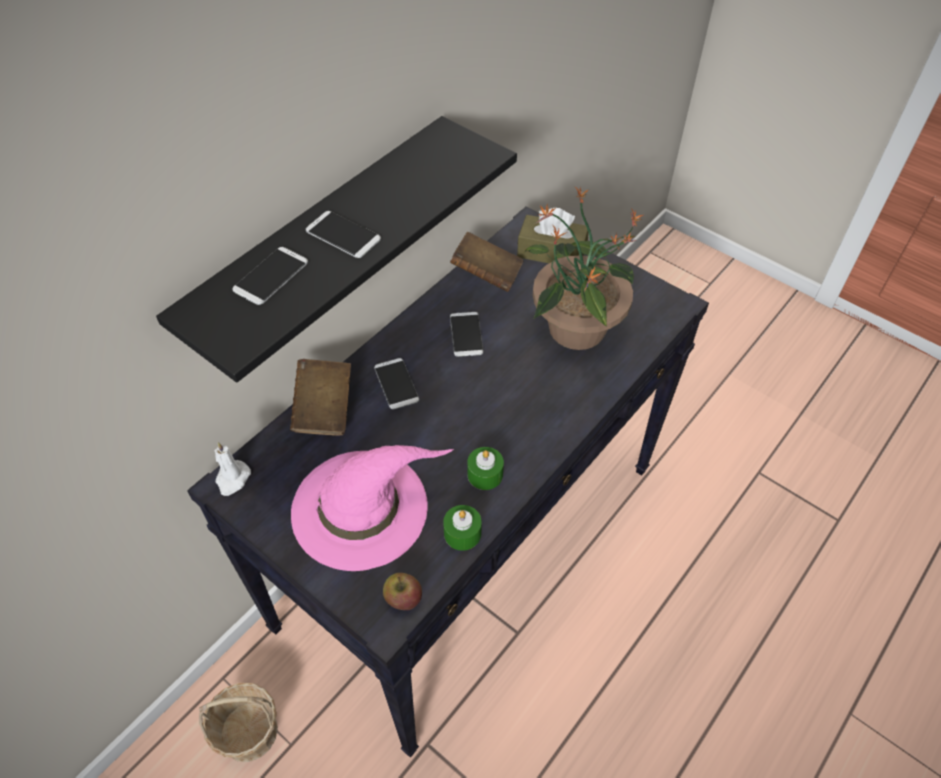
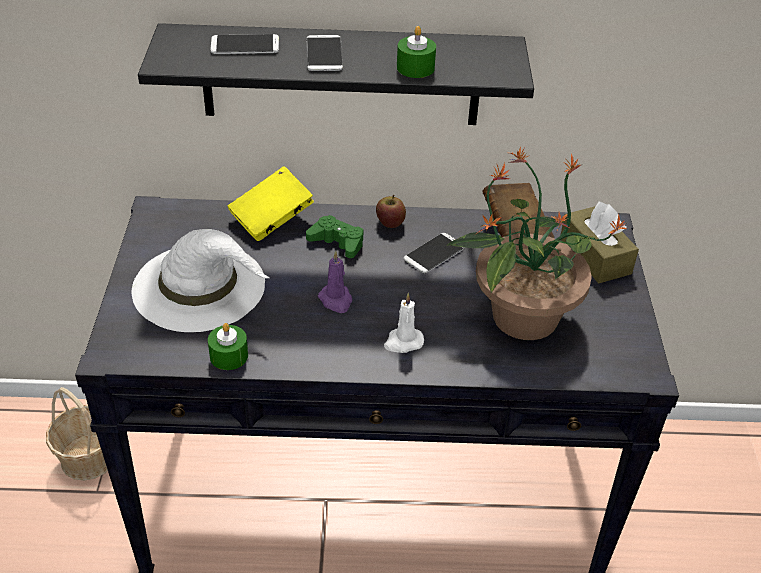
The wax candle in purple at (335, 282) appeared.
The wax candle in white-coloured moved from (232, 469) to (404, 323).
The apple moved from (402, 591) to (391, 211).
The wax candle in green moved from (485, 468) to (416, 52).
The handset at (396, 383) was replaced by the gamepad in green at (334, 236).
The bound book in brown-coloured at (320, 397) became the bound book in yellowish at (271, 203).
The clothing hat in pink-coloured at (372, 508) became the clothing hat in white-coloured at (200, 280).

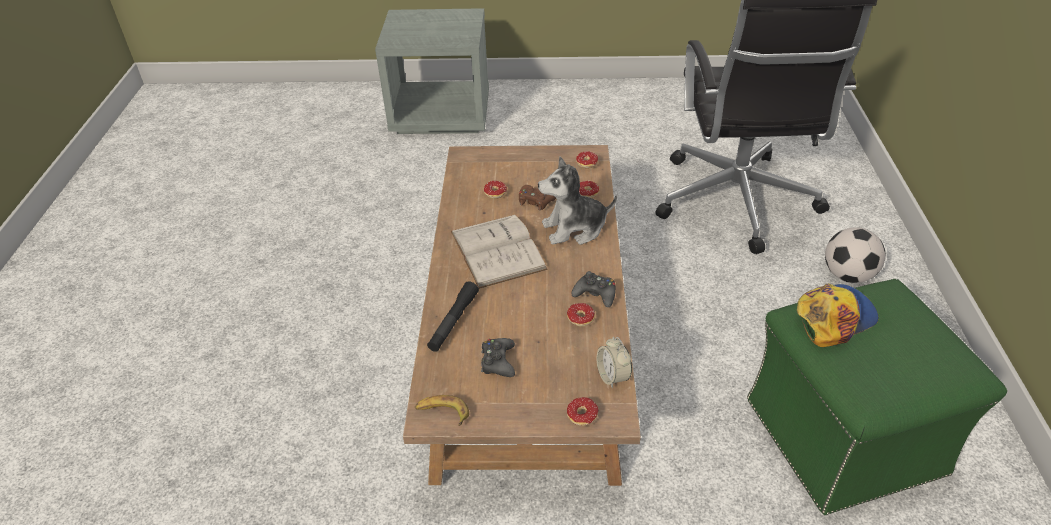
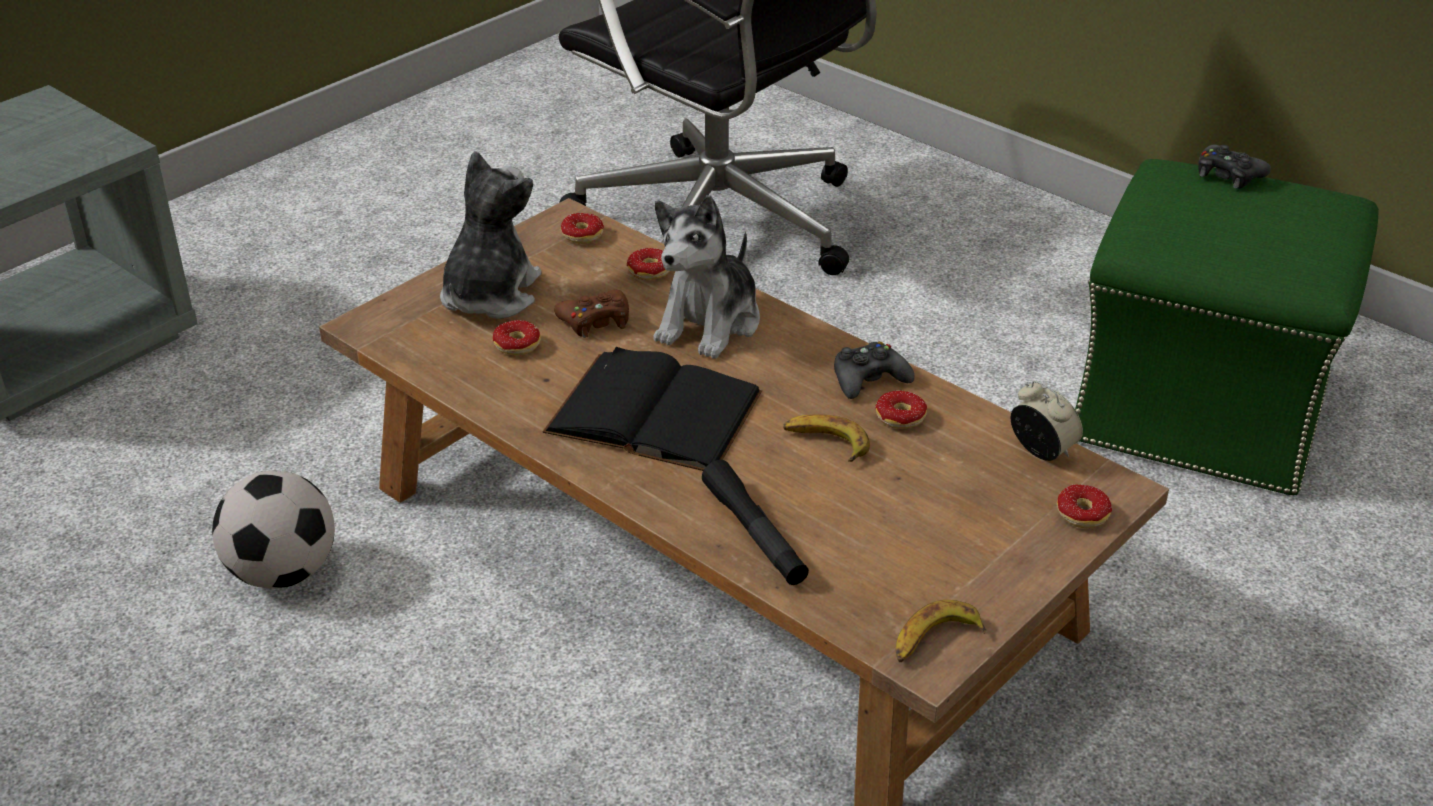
The cap at (838, 315) disappeared.
The soft toy at (491, 235) appeared.
The banana at (826, 438) appeared.
The gamepad in black moved from (498, 357) to (1234, 167).
The ball for football moved from (855, 255) to (273, 529).
The bound book in white-coloured at (499, 251) became the bound book in black at (652, 409).
The table clock at (614, 363) turned 150 degrees counterclockwise.

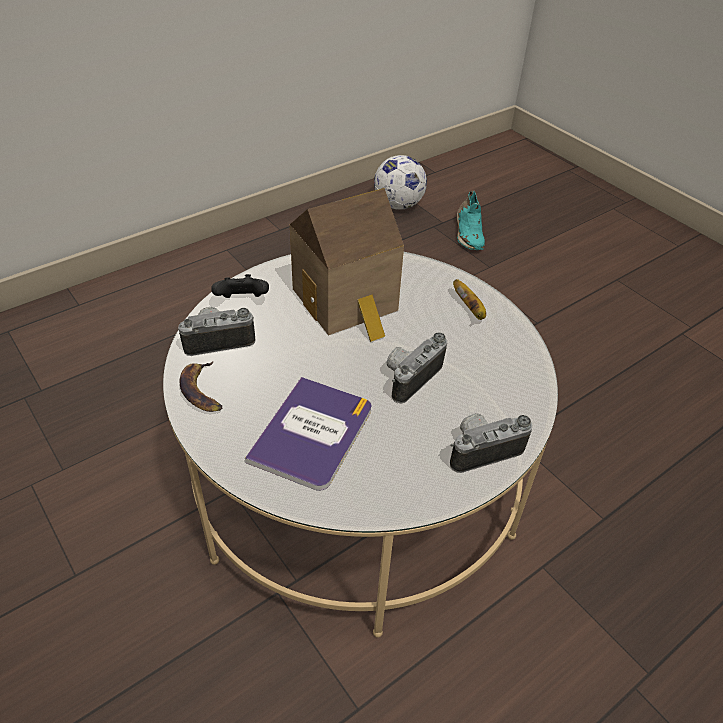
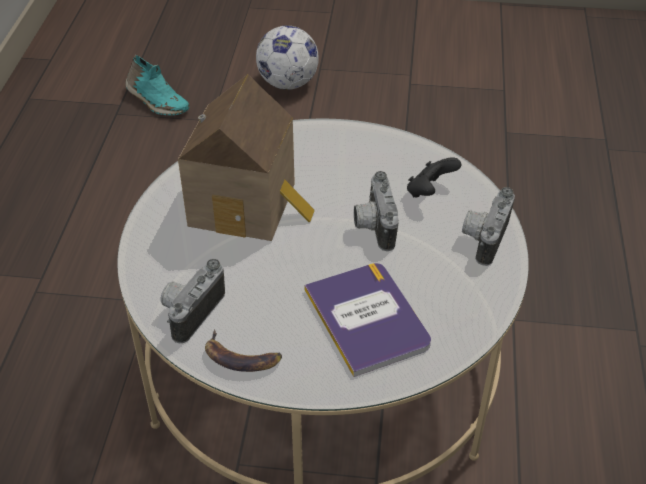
The banana at (469, 299) disappeared.
The gamepad in black moved from (240, 286) to (434, 178).
The ball for football moved from (400, 182) to (287, 57).

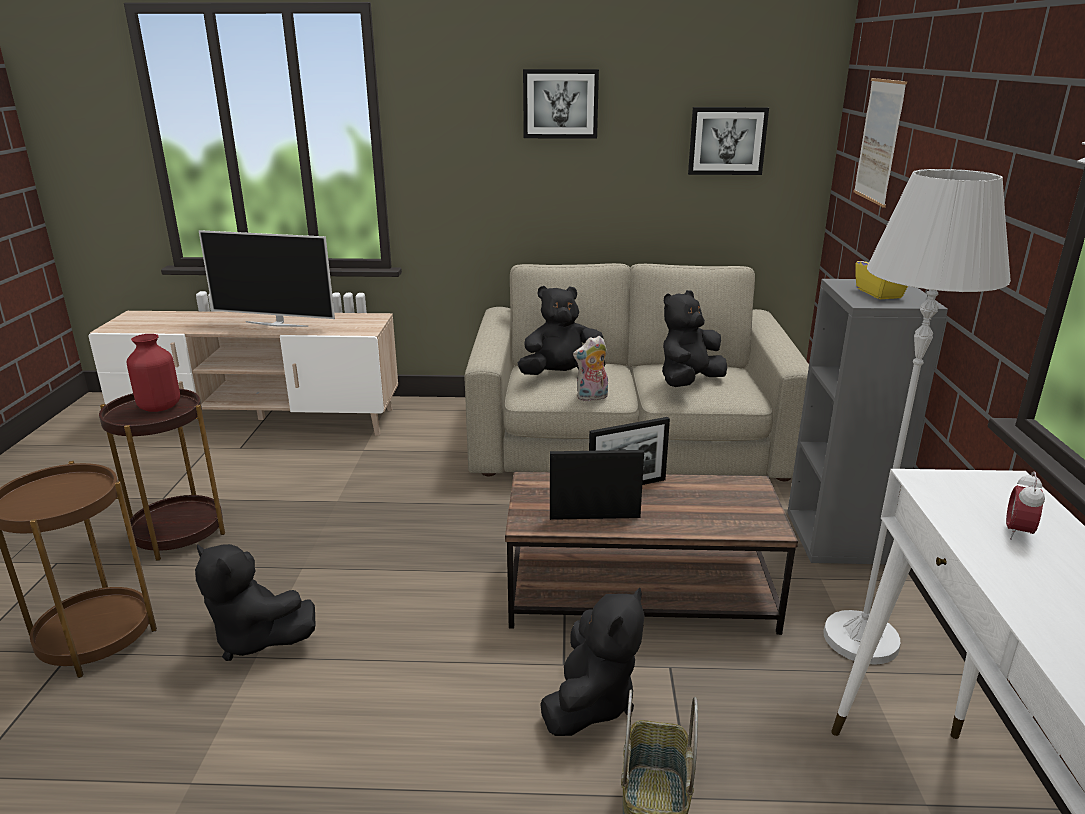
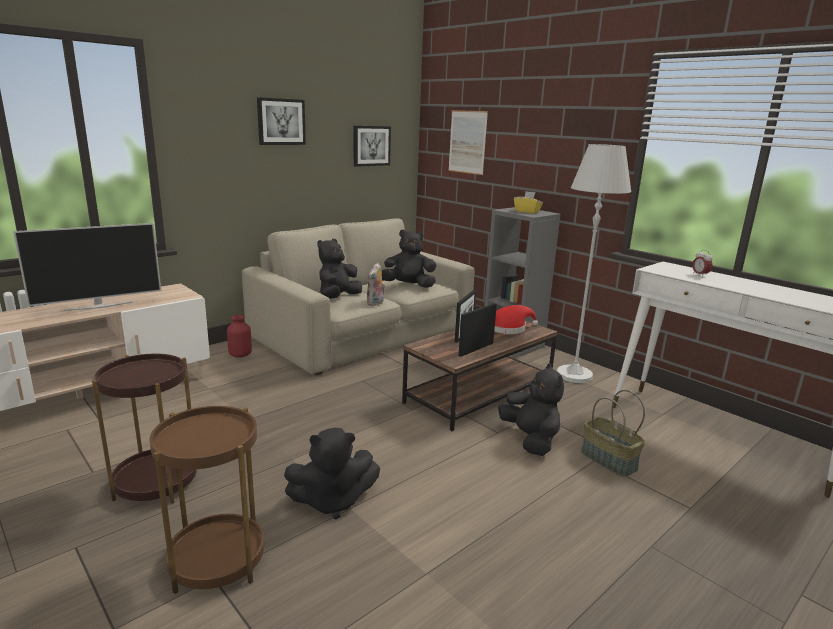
The clothing hat in red-coloured at (516, 319) appeared.
The flower vase in red-coloured moved from (153, 373) to (239, 336).
The soft toy in black at (694, 338) turned 90 degrees clockwise.

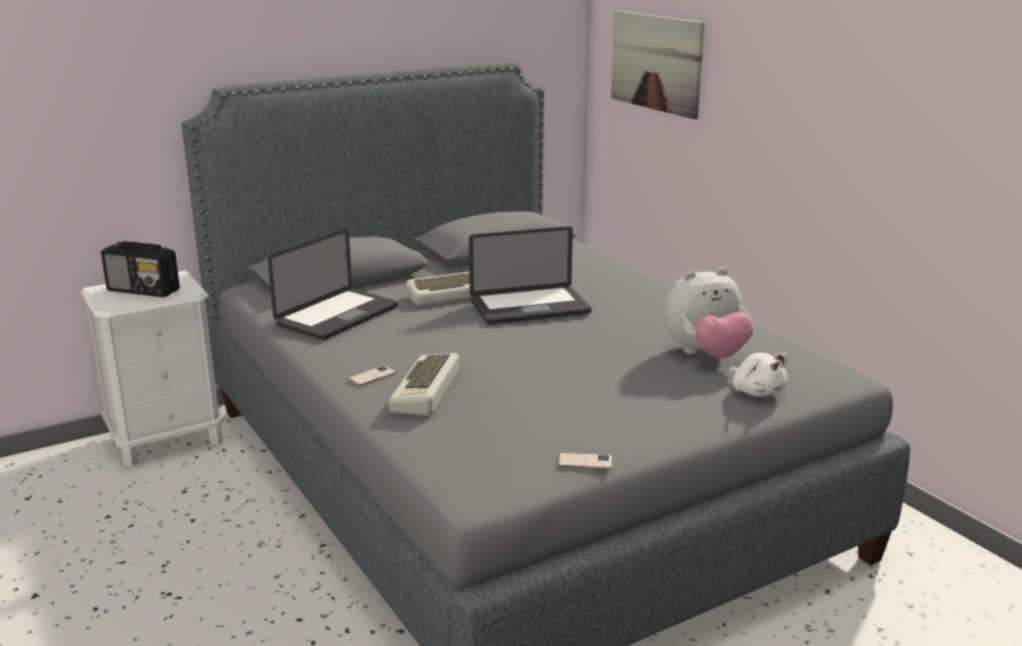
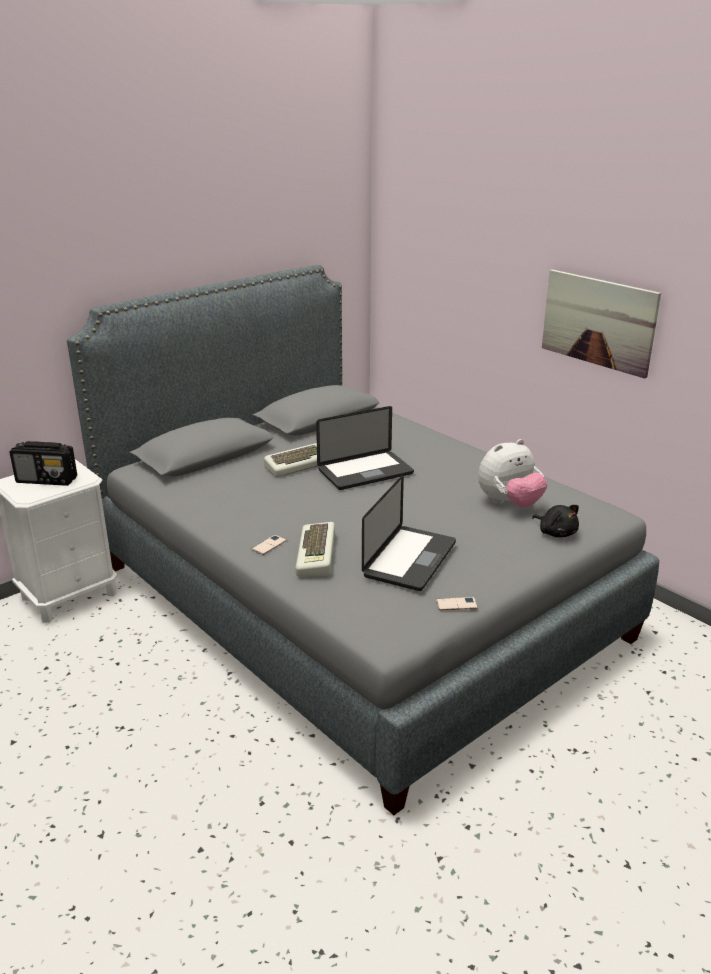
The laptop moved from (333, 284) to (409, 533).
The wall art moved from (658, 64) to (601, 323).
The soft toy in white-coloured at (758, 375) became the soft toy in black at (555, 521).

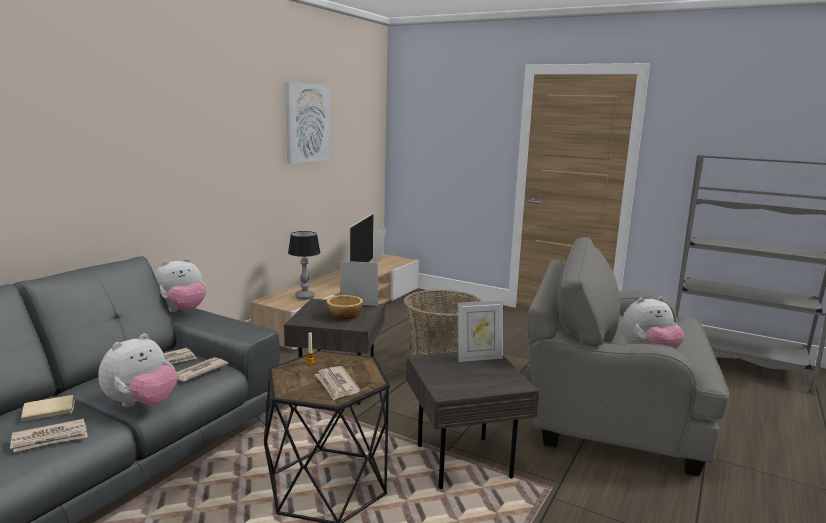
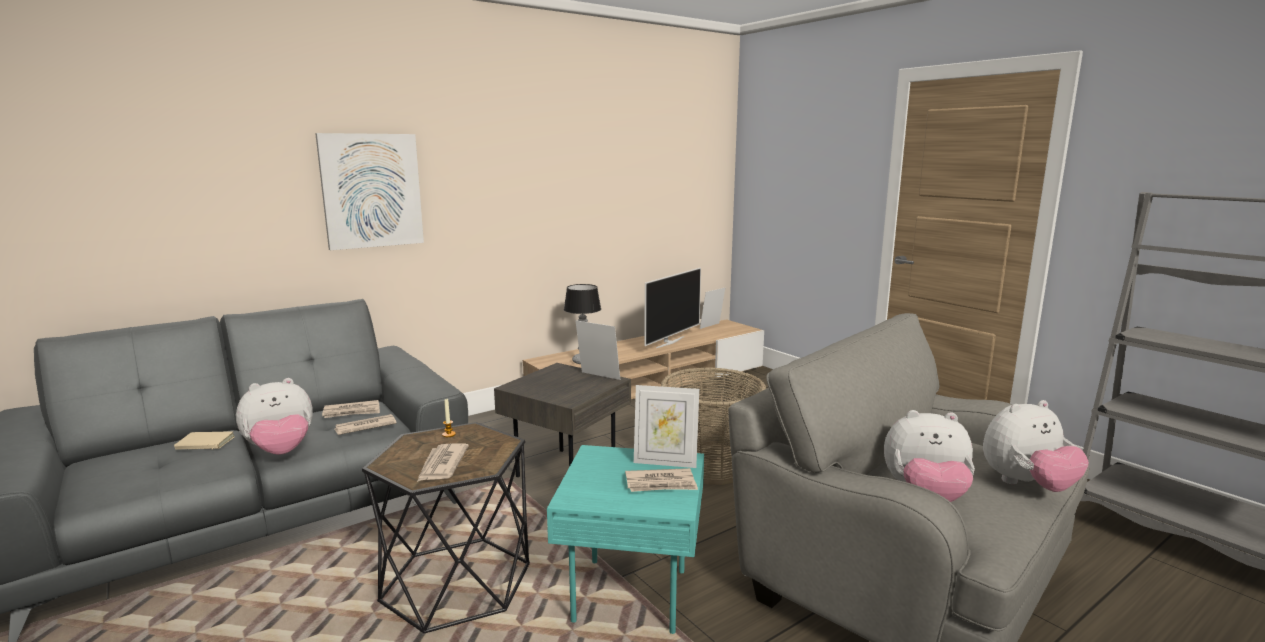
The deep dish at (344, 307) disappeared.
The newspaper moved from (49, 435) to (661, 480).
The soft toy moved from (180, 285) to (1036, 446).
The wall art moved from (308, 123) to (369, 191).
The side table in greyish at (472, 420) became the side table in blue-green at (625, 539).

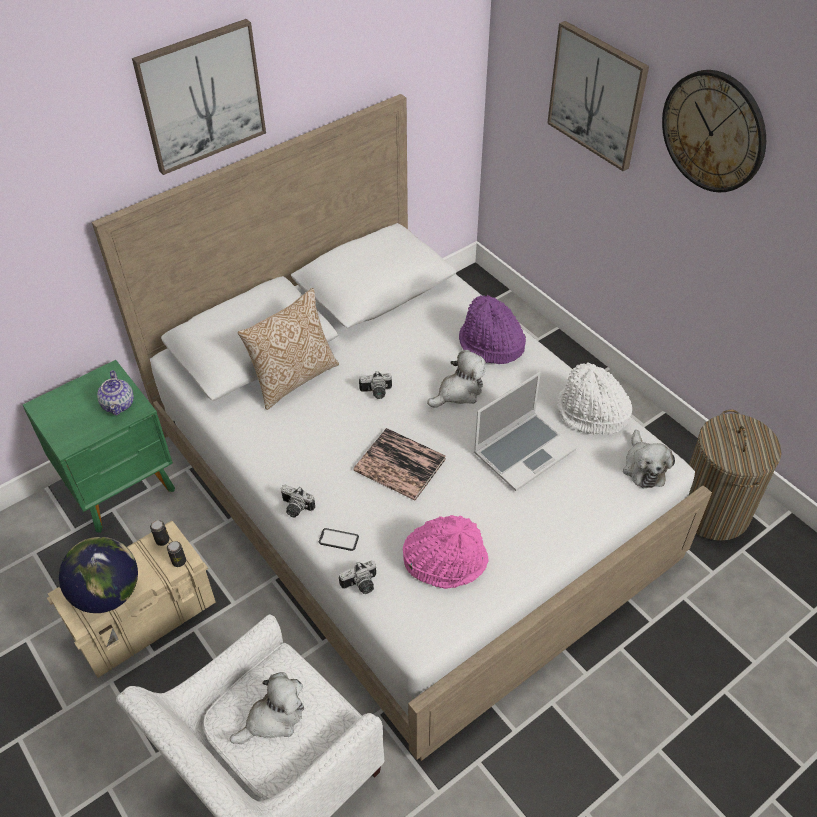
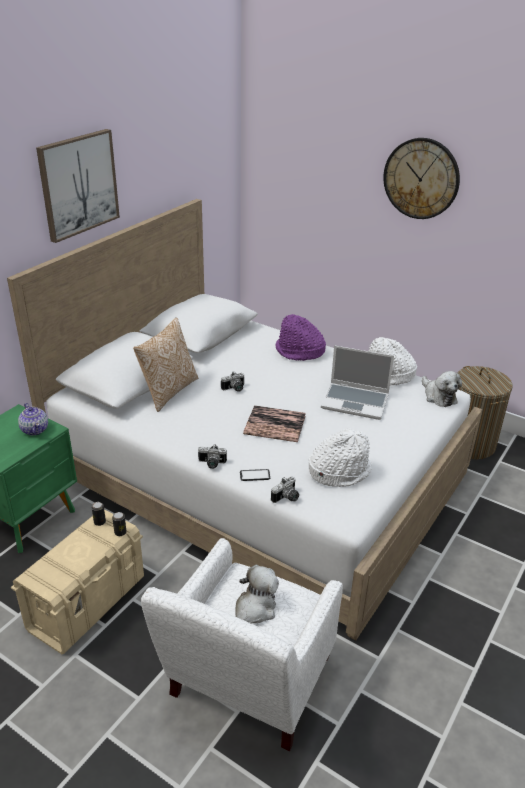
The desk globe at (98, 575) disappeared.
The soft toy at (456, 379) disappeared.
The wall art at (598, 96) disappeared.
The clothing hat in pink-coloured at (445, 552) became the clothing hat in white-coloured at (340, 457).
The laptop at (525, 431) turned 75 degrees clockwise.

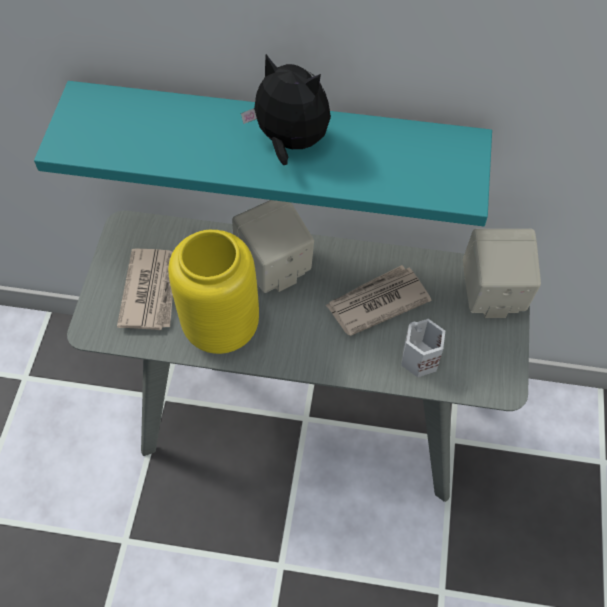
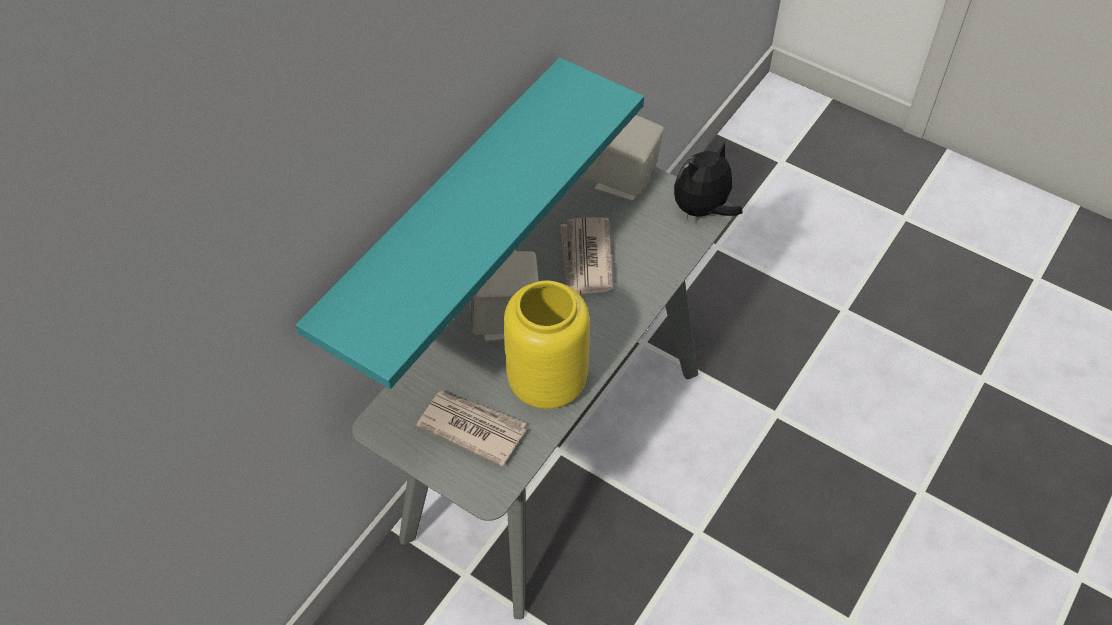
The tea mug in white-coloured at (423, 348) disappeared.
The soft toy moved from (286, 109) to (708, 179).

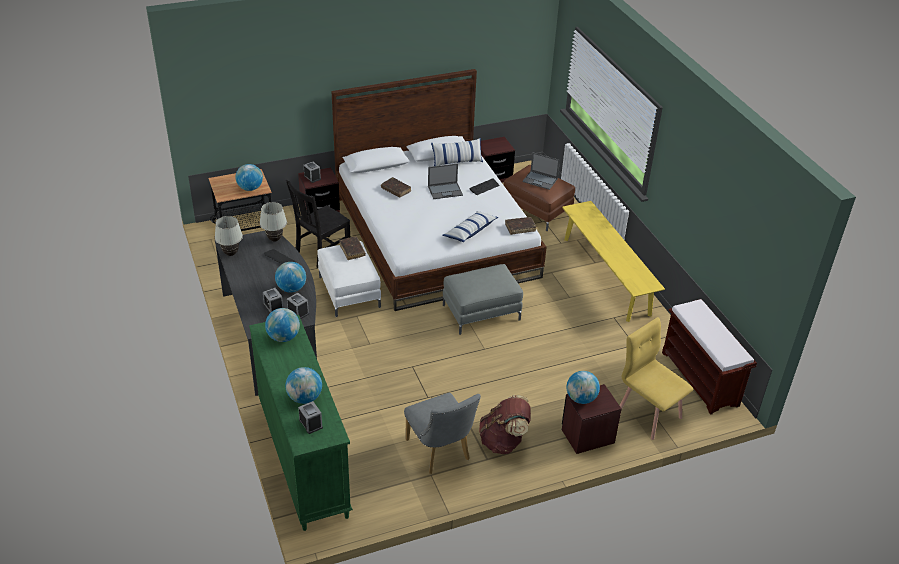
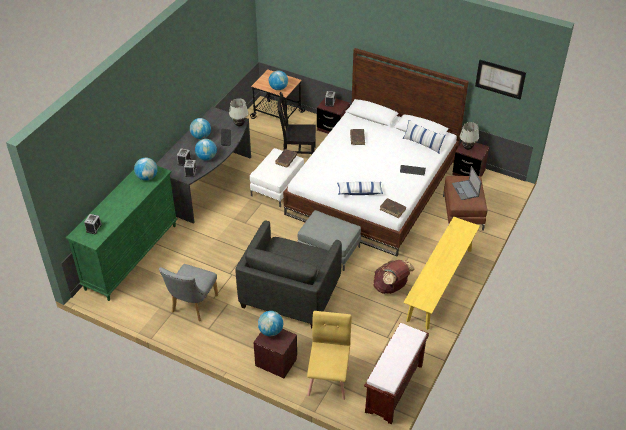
The laptop at (445, 181) disappeared.
The lounge chair in greyish at (288, 274) appeared.
The wall art at (500, 79) appeared.
The tabletop lamp in white-coloured moved from (229, 236) to (469, 136).
The desk globe moved from (303, 385) to (200, 128).
The knapsack in brown-coloured moved from (505, 424) to (394, 277).

